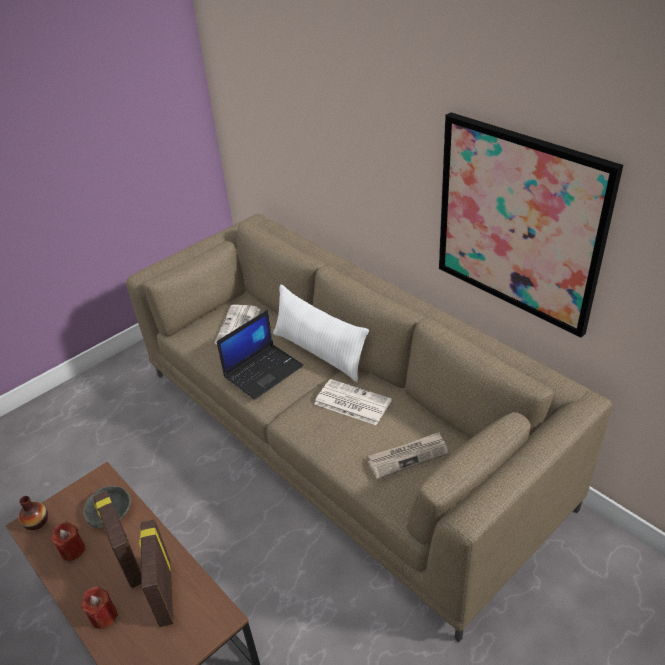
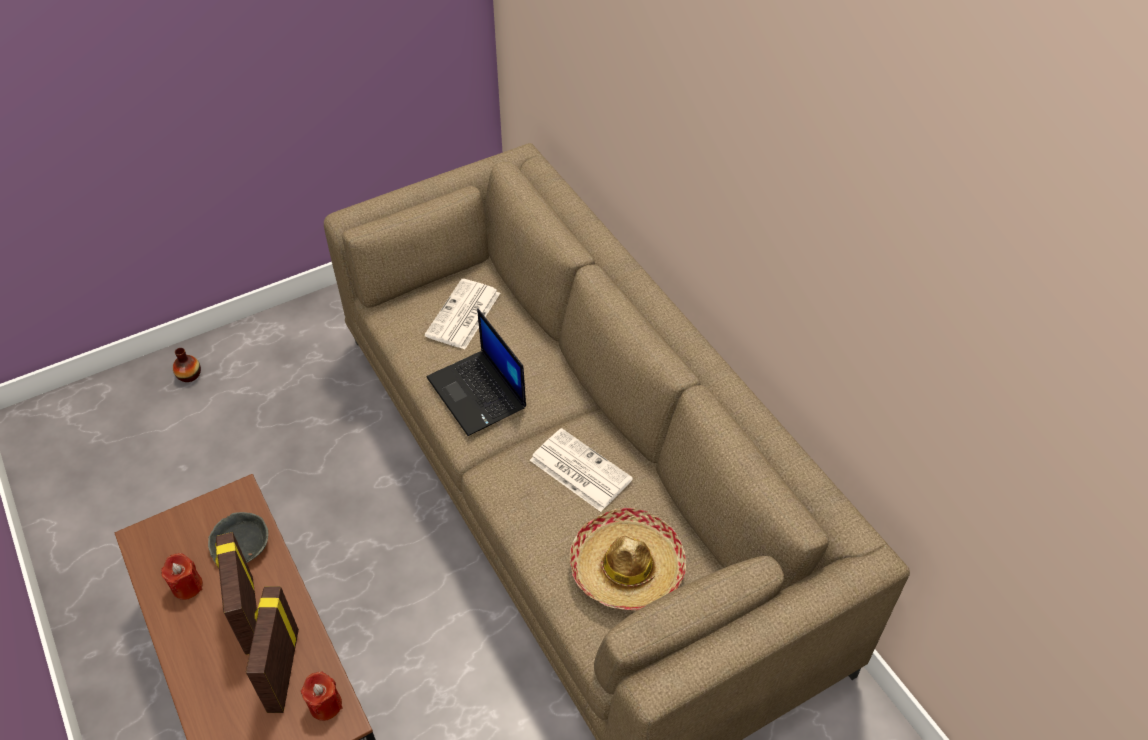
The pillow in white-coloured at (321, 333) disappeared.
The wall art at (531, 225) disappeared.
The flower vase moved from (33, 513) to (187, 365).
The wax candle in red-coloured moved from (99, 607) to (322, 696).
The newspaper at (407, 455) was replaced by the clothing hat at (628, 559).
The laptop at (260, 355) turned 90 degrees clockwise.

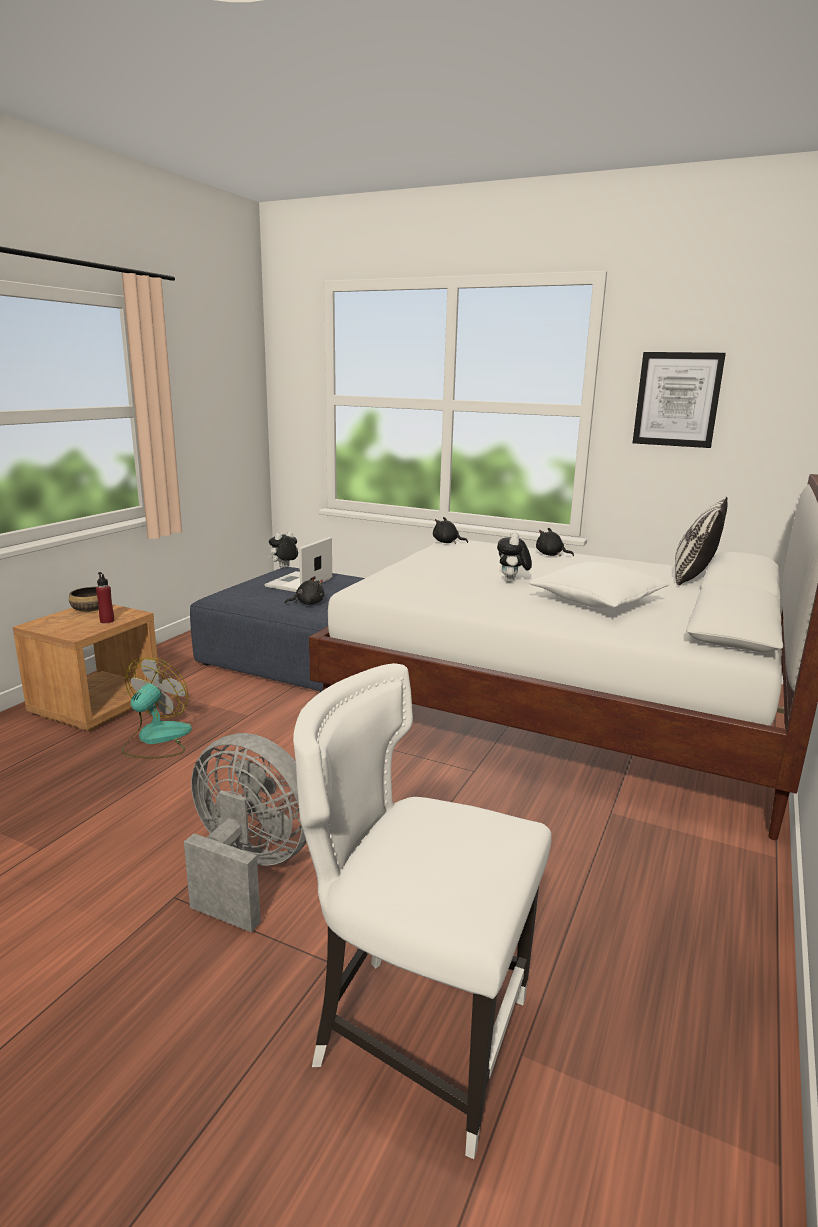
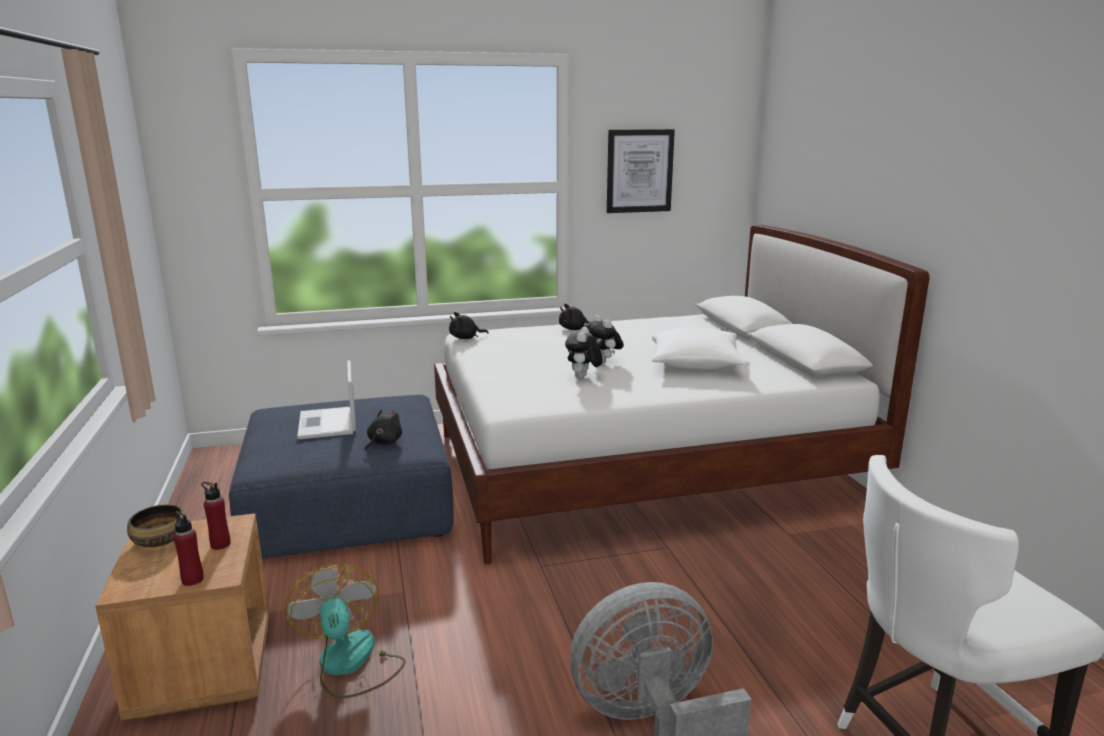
The pillow at (701, 541) disappeared.
The drink bottle in red-coloured at (189, 548) appeared.
The soft toy moved from (283, 549) to (584, 353).

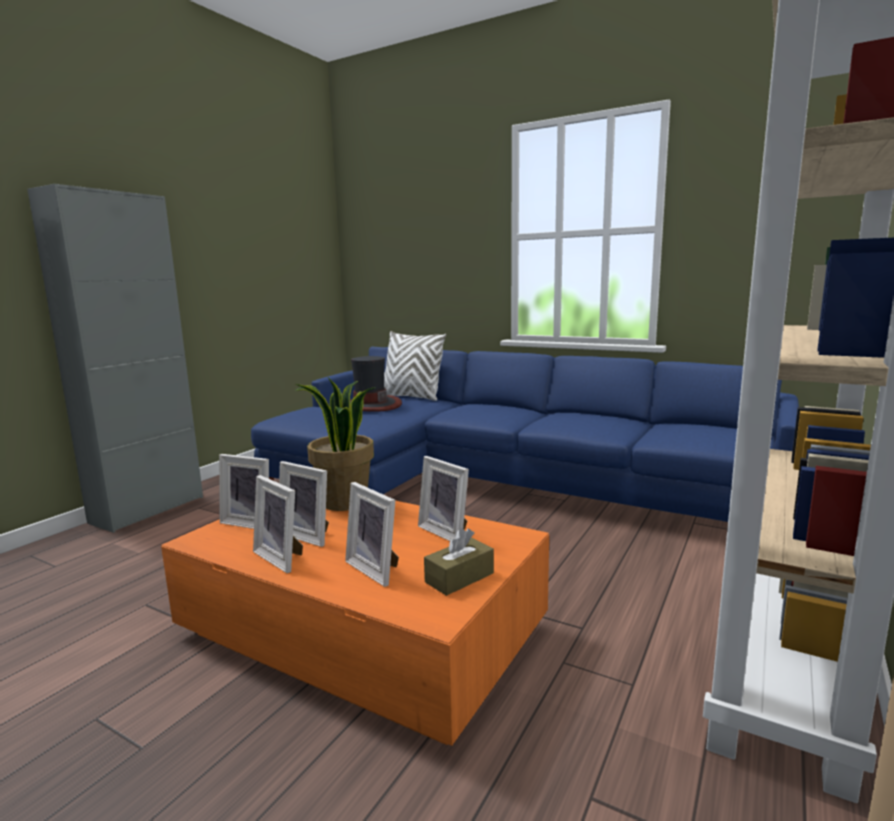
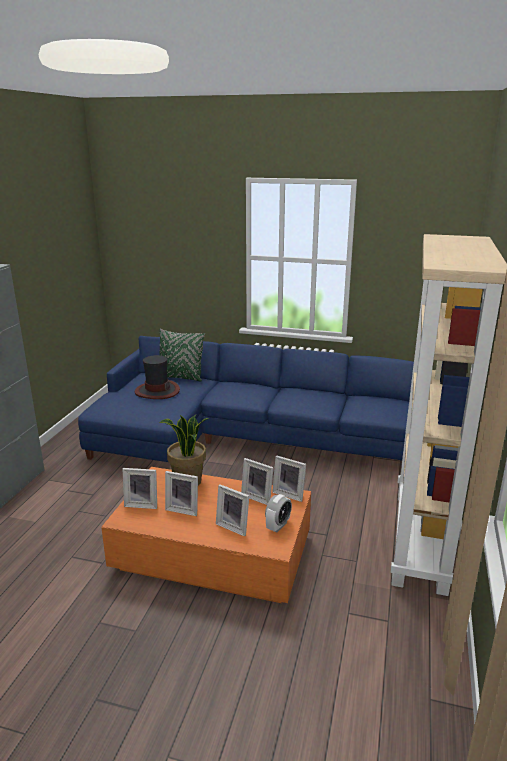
The standing frame moved from (278, 524) to (289, 478).
The tissue box in brown-coloured at (459, 562) was replaced by the table clock at (278, 513).
The pillow in white-coloured at (415, 366) became the pillow in green at (182, 355).

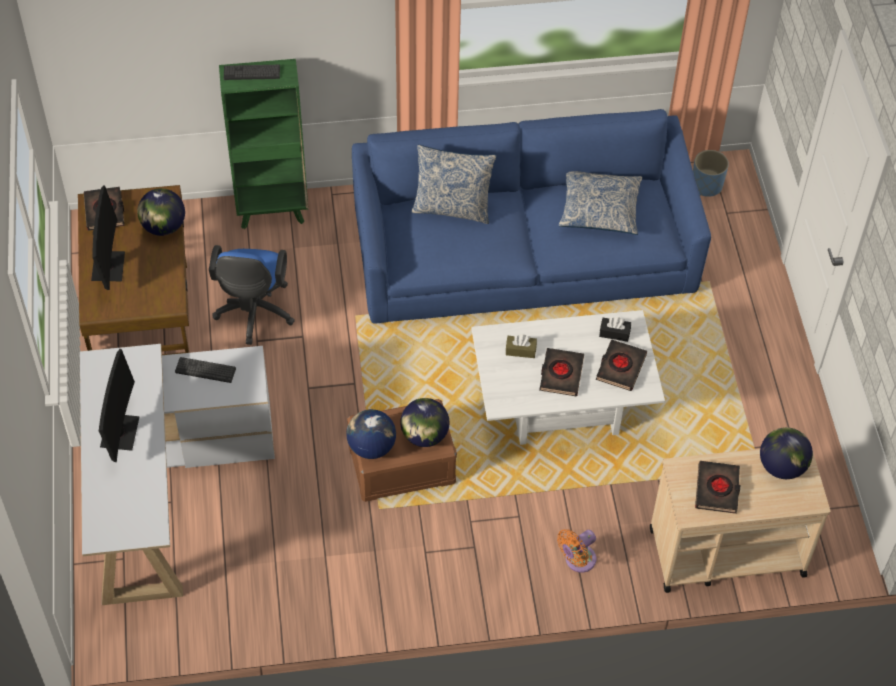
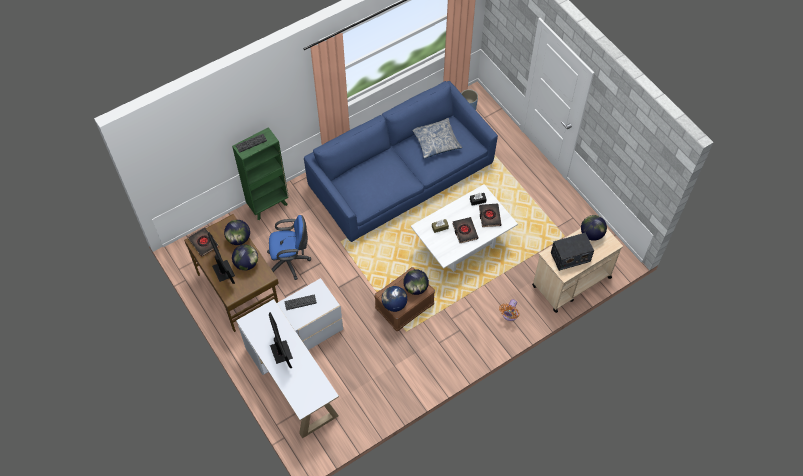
The pillow at (454, 184) disappeared.
The desk globe at (245, 258) appeared.
The bound book in black at (717, 487) was replaced by the radio set at (572, 252).
The office chair in bluish at (252, 295) turned 75 degrees counterclockwise.

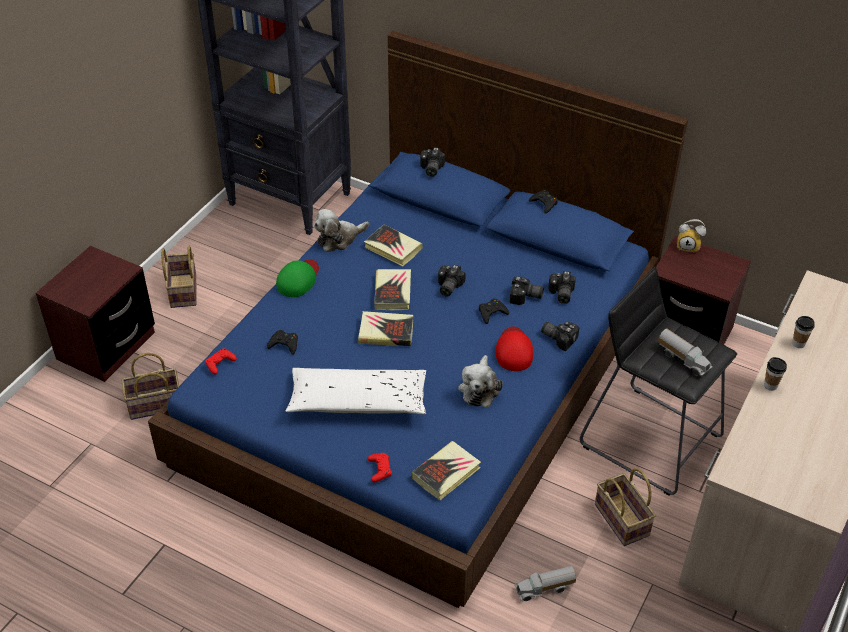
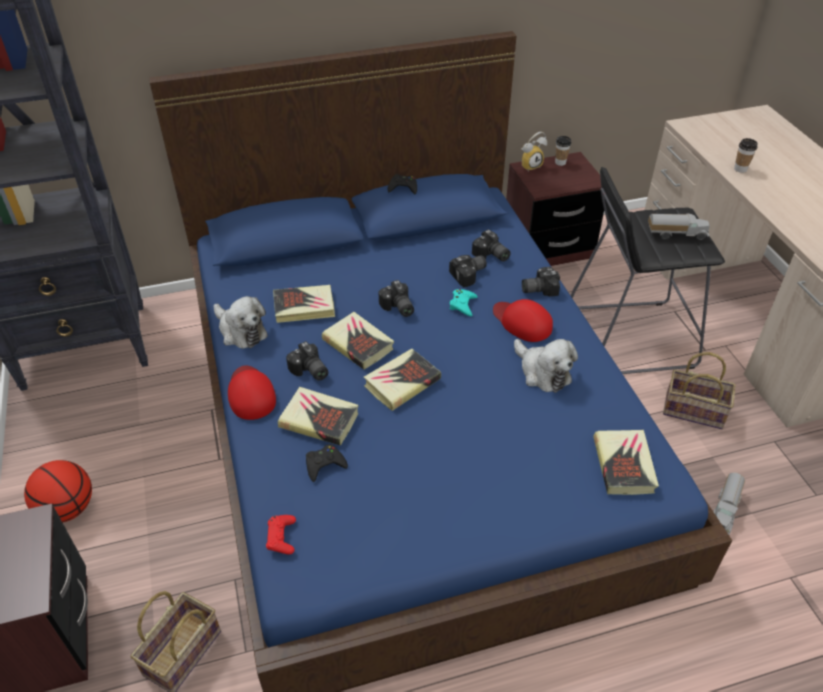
The pillow in white-coloured at (356, 391) disappeared.
The gamepad in red-coloured at (380, 467) disappeared.
The bound book at (318, 416) appeared.
The still camera moved from (432, 162) to (307, 361).
The cup moved from (775, 374) to (563, 151).
The storage basket at (178, 277) was replaced by the basketball at (58, 491).
The cap in green at (297, 278) became the cap in red-coloured at (252, 392).
The gamepad in black at (494, 311) became the gamepad in blue-green at (463, 302).
The soft toy at (341, 230) turned 60 degrees counterclockwise.

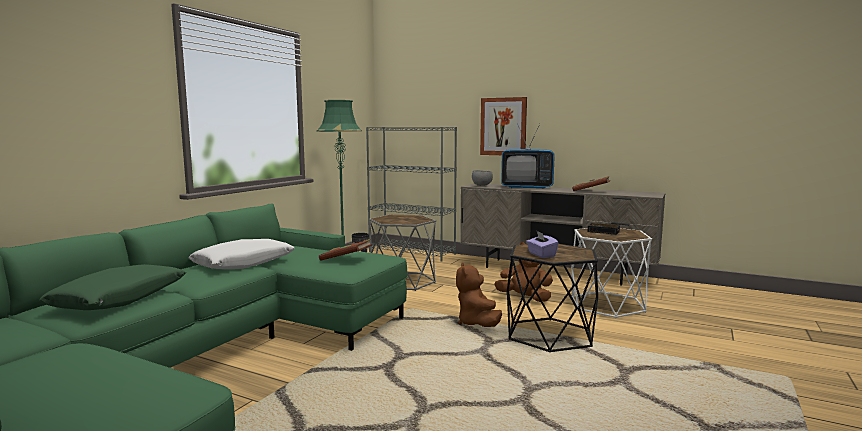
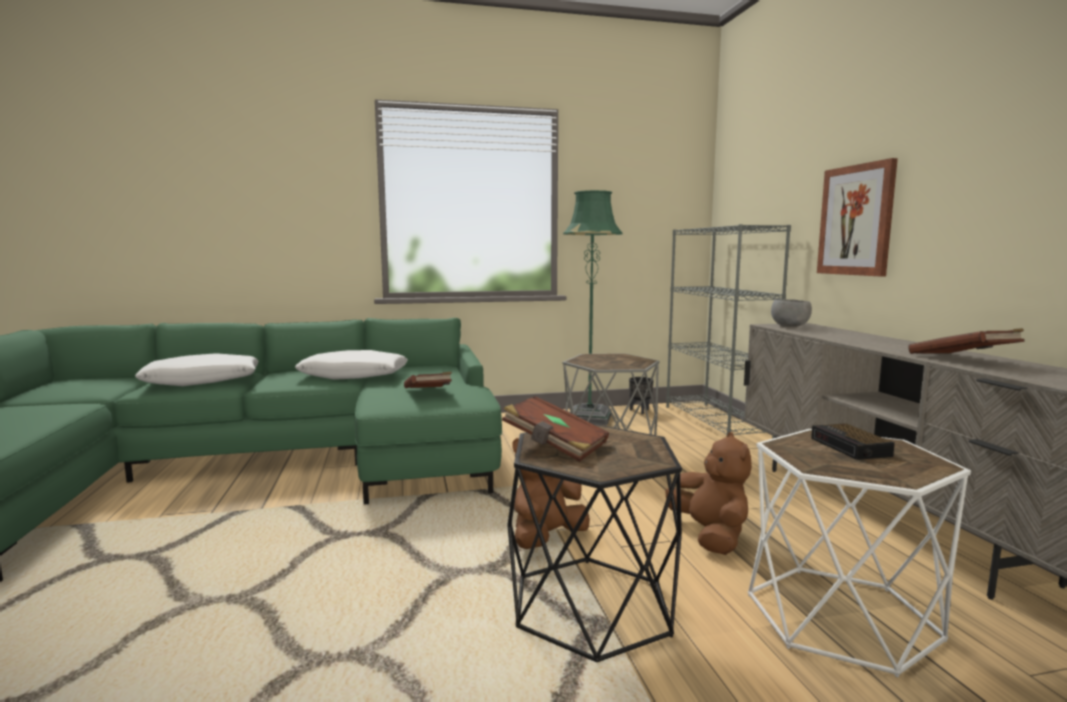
The television at (528, 156) disappeared.
The tissue box in purple at (542, 244) was replaced by the bound book in brown-coloured at (555, 429).
The pillow in green at (112, 287) became the pillow in white-coloured at (197, 369).

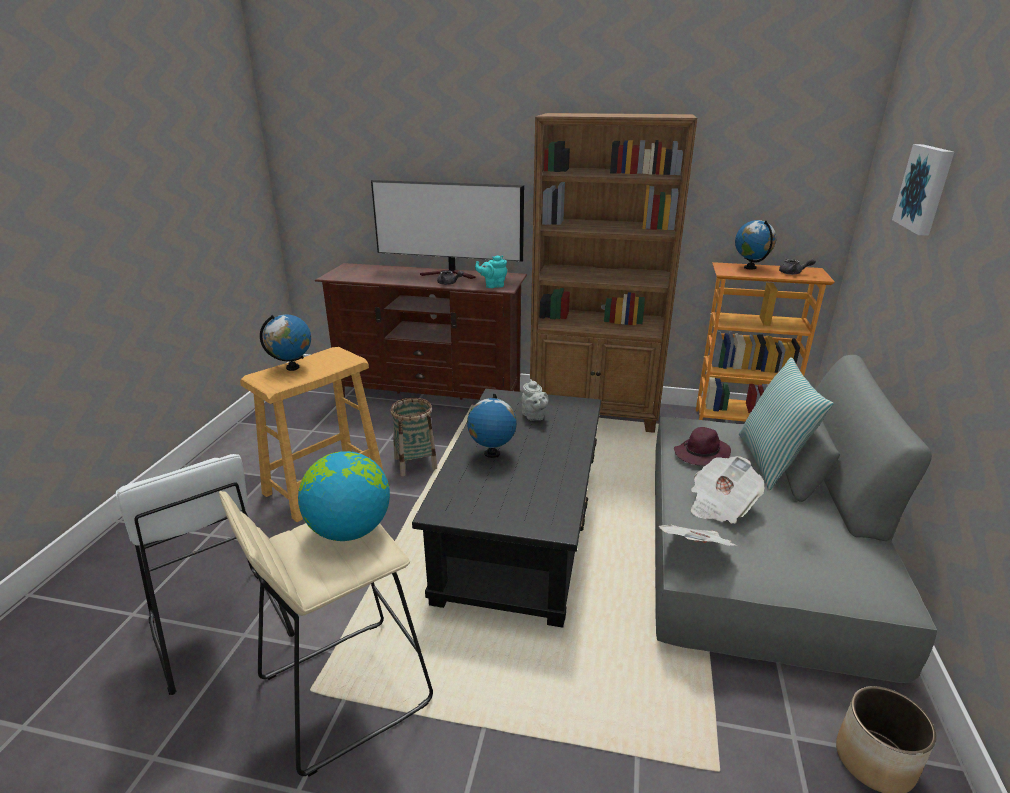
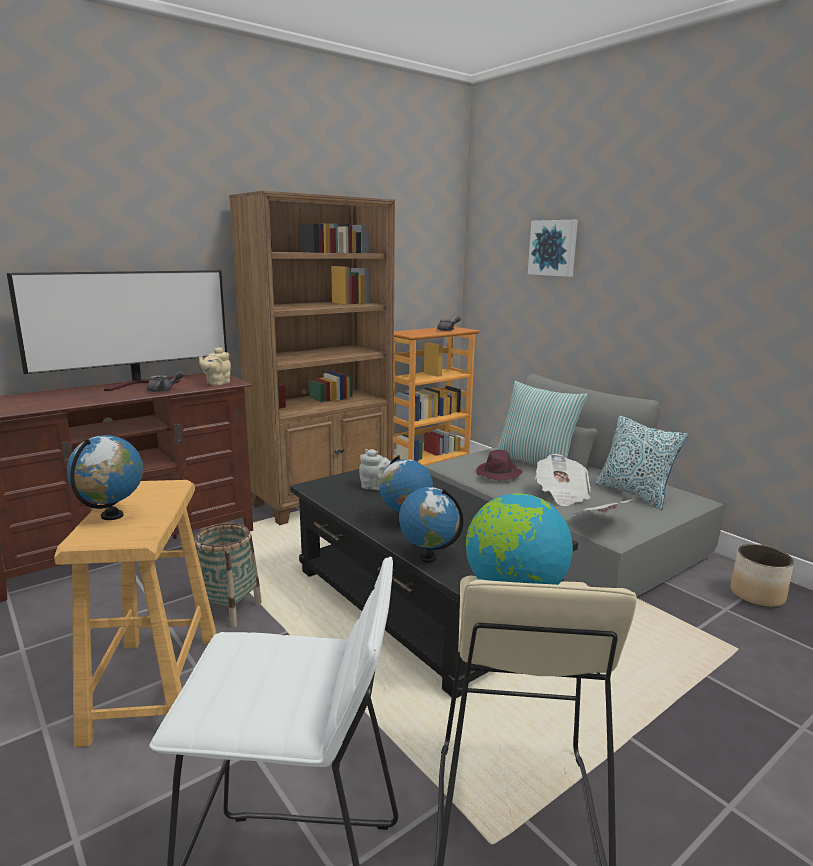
The pillow at (642, 463) appeared.
The desk globe moved from (755, 244) to (431, 525).
The tea pot in blue-green at (491, 271) became the tea pot in beige at (215, 366).

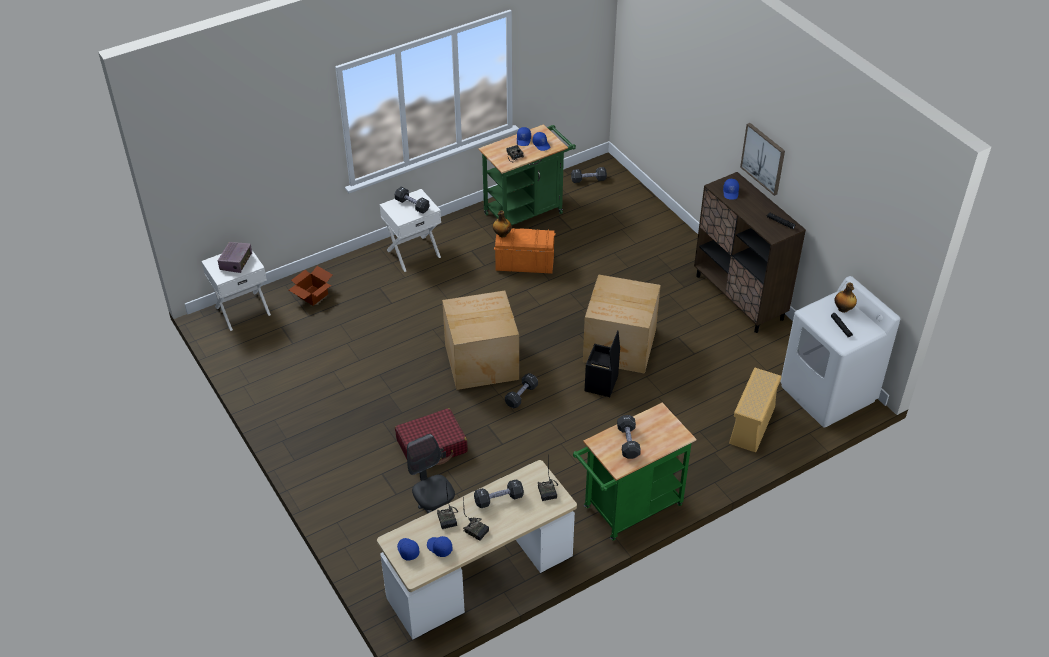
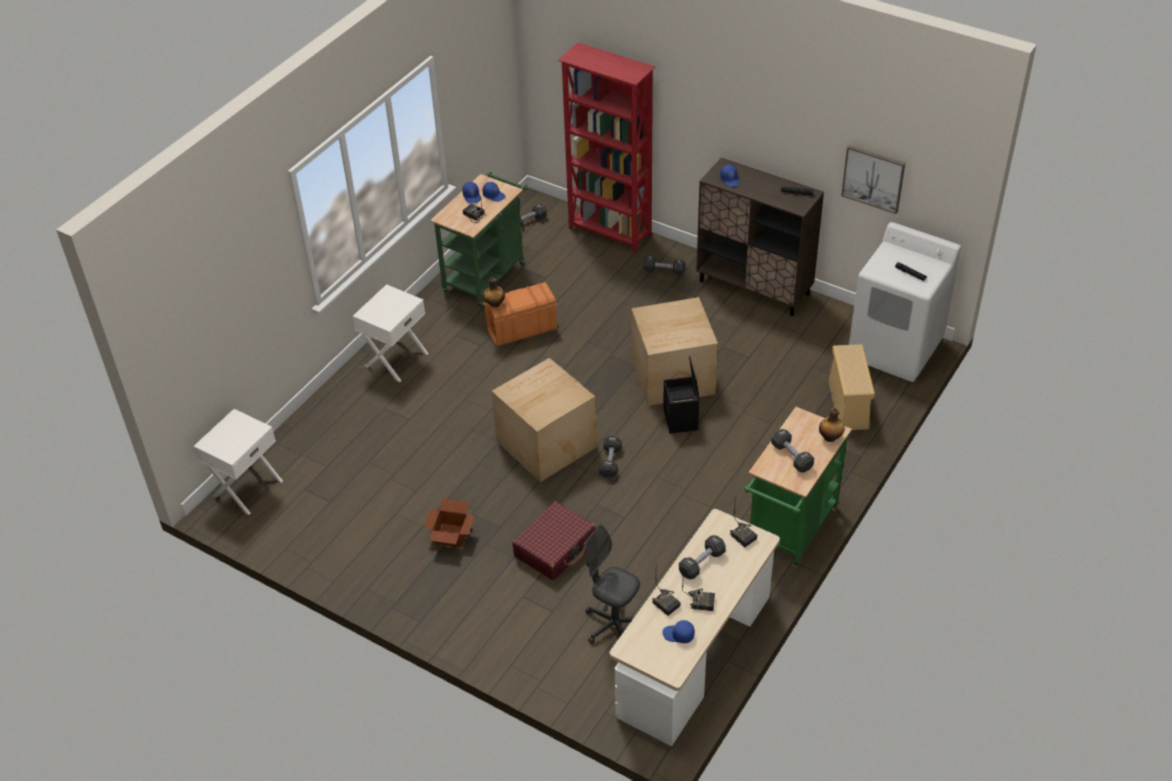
The radio set at (235, 257) disappeared.
The cap in bluish at (408, 549) disappeared.
The shelving unit in red-coloured at (606, 147) appeared.
The carton moved from (311, 286) to (449, 523).
The dumbbell in black moved from (412, 200) to (664, 265).
The wall art moved from (762, 159) to (873, 179).
The drink bottle moved from (846, 298) to (832, 425).

